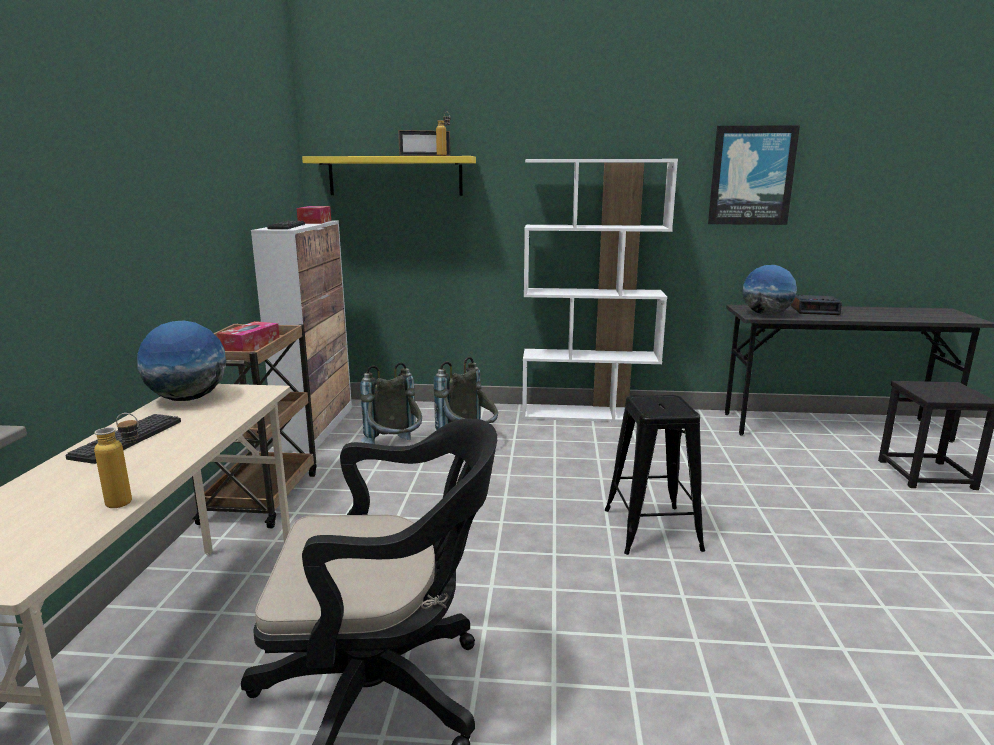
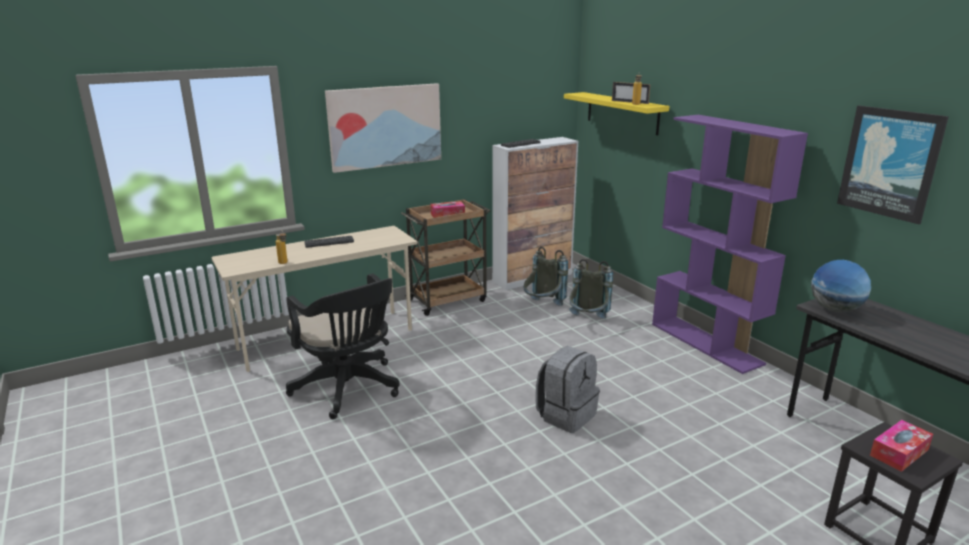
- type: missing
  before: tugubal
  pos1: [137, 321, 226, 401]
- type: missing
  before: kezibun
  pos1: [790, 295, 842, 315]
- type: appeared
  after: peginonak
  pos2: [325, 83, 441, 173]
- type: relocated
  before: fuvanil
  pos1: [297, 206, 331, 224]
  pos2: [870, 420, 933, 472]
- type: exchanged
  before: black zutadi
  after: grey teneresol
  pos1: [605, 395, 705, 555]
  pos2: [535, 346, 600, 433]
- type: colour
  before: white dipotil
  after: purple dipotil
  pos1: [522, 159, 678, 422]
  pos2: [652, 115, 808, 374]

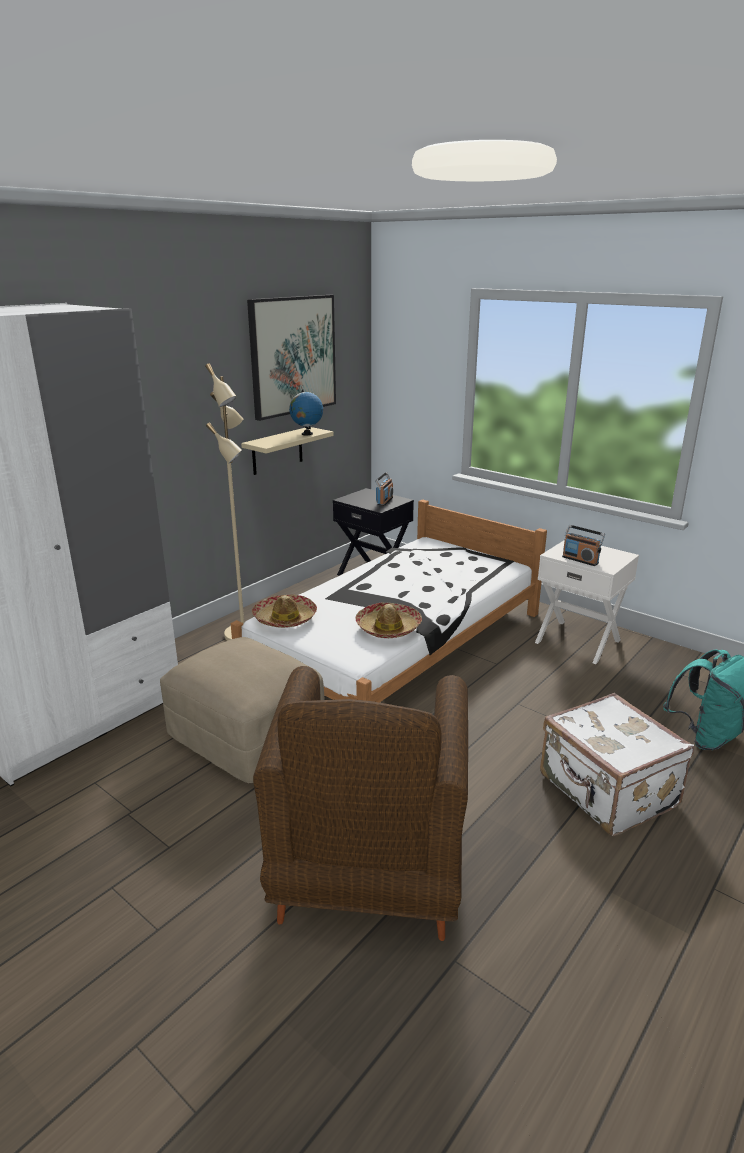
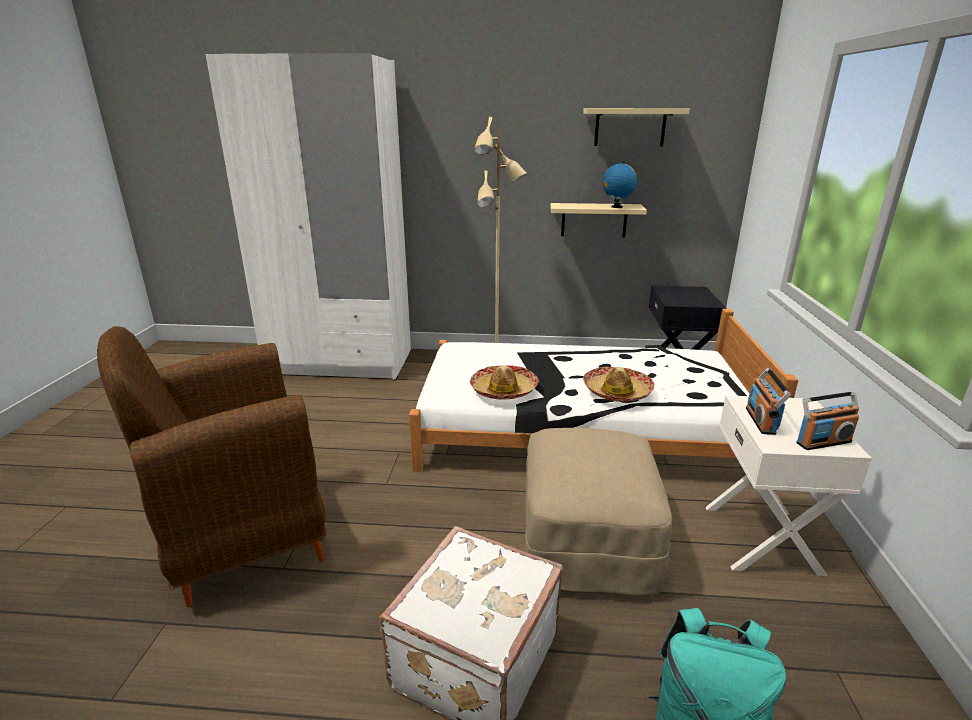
- type: relocated
  before: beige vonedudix
  pos1: [160, 637, 324, 784]
  pos2: [525, 428, 672, 595]
- type: relocated
  before: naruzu
  pos1: [252, 594, 317, 628]
  pos2: [583, 367, 654, 402]
- type: relocated
  before: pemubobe
  pos1: [375, 472, 393, 506]
  pos2: [796, 392, 859, 450]
- type: exchanged
  before: peginonak
  after: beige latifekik
  pos1: [247, 295, 336, 421]
  pos2: [583, 108, 690, 147]

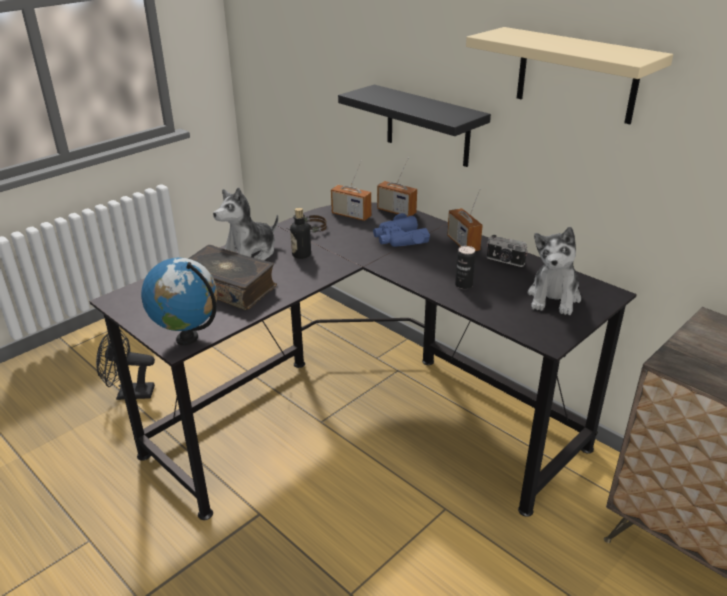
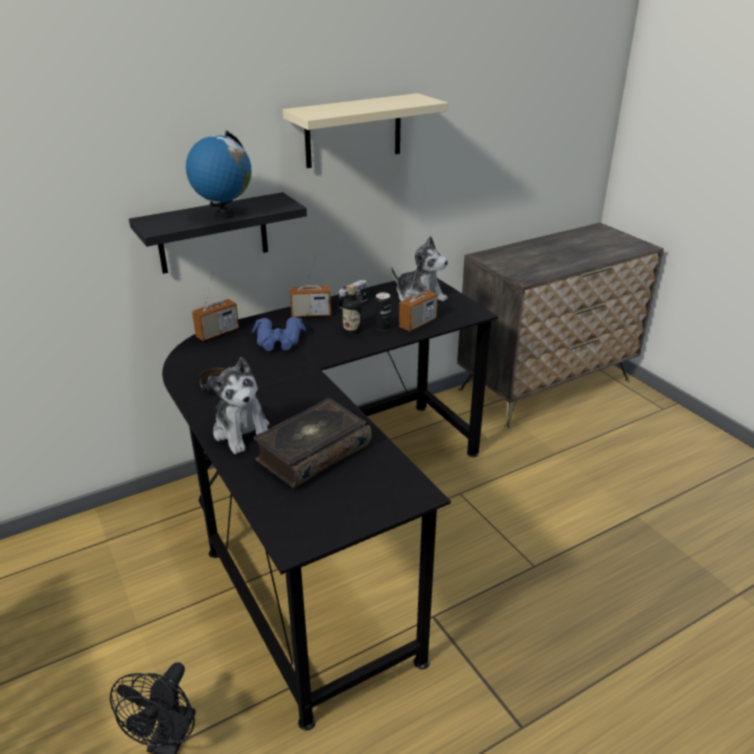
- type: relocated
  before: tugubal
  pos1: [141, 258, 217, 346]
  pos2: [186, 131, 252, 219]
- type: relocated
  before: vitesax
  pos1: [290, 208, 311, 259]
  pos2: [342, 285, 362, 334]
- type: relocated
  before: pemubobe
  pos1: [331, 161, 371, 221]
  pos2: [399, 264, 438, 331]

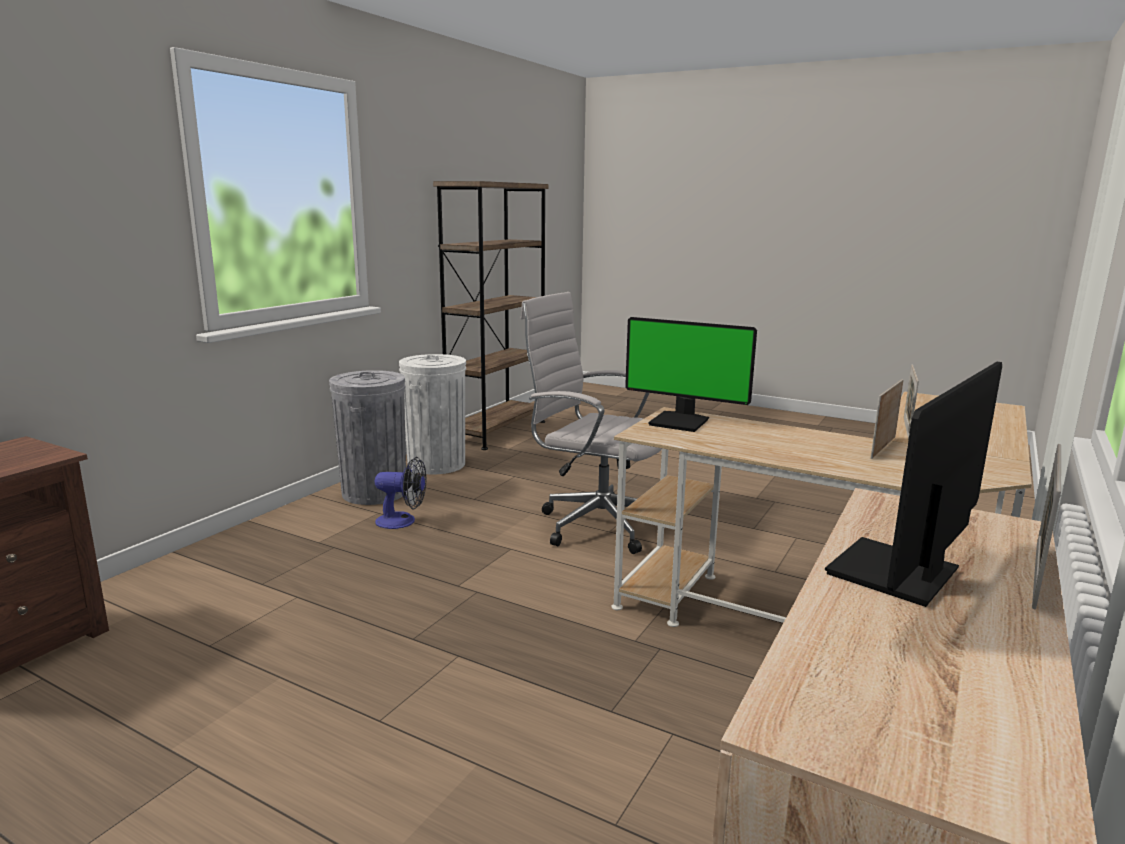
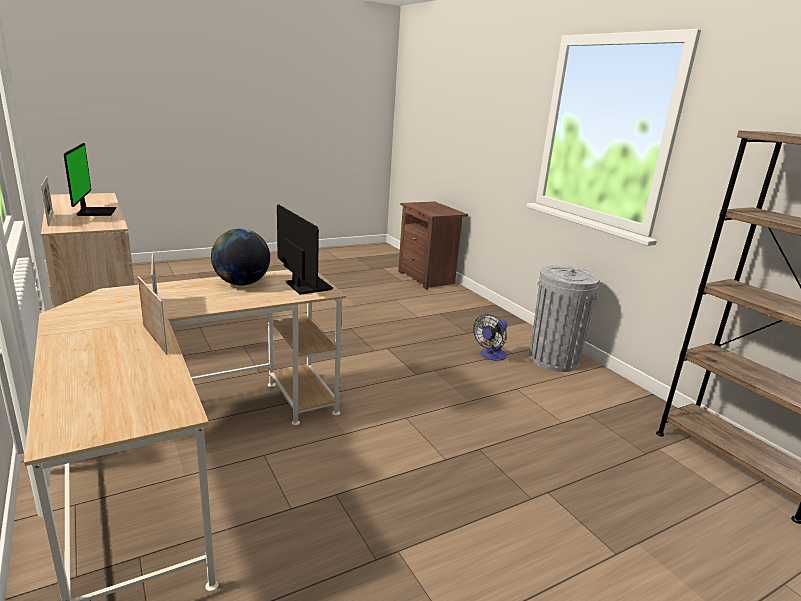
- type: missing
  before: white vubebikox
  pos1: [399, 354, 466, 475]
- type: missing
  before: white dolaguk
  pos1: [521, 292, 662, 554]
- type: appeared
  after: tugubal
  pos2: [211, 229, 270, 286]
- type: spun
  before: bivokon
  pos1: [625, 317, 757, 432]
  pos2: [277, 205, 333, 295]
  turn: 90

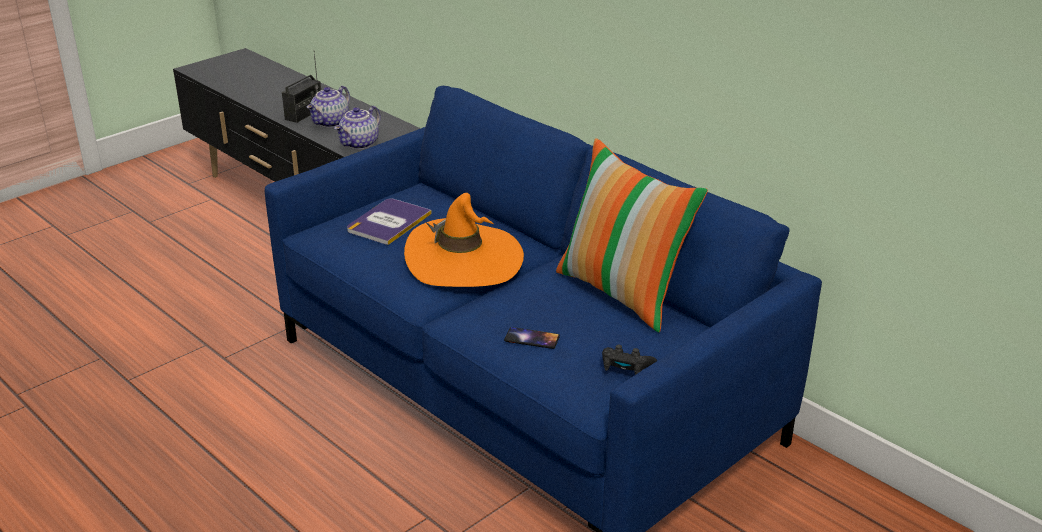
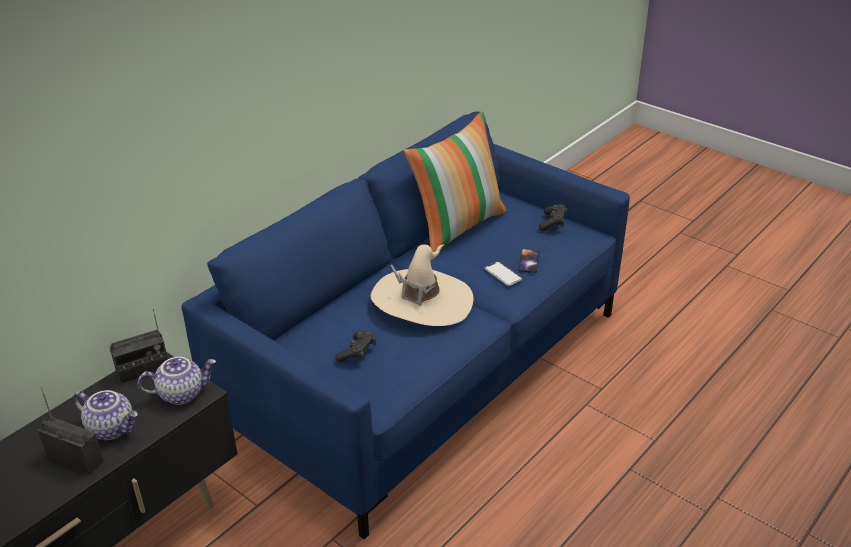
- type: appeared
  after: pemubobe
  pos2: [109, 309, 168, 384]
- type: appeared
  after: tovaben
  pos2: [485, 262, 522, 286]
- type: exchanged
  before: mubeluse
  after: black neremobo
  pos1: [347, 199, 432, 245]
  pos2: [335, 331, 376, 362]
- type: colour
  before: orange naruzu
  after: beige naruzu
  pos1: [404, 193, 524, 287]
  pos2: [371, 244, 473, 326]
- type: spun
  before: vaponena
  pos1: [334, 106, 381, 150]
  pos2: [138, 357, 216, 405]
  turn: -45

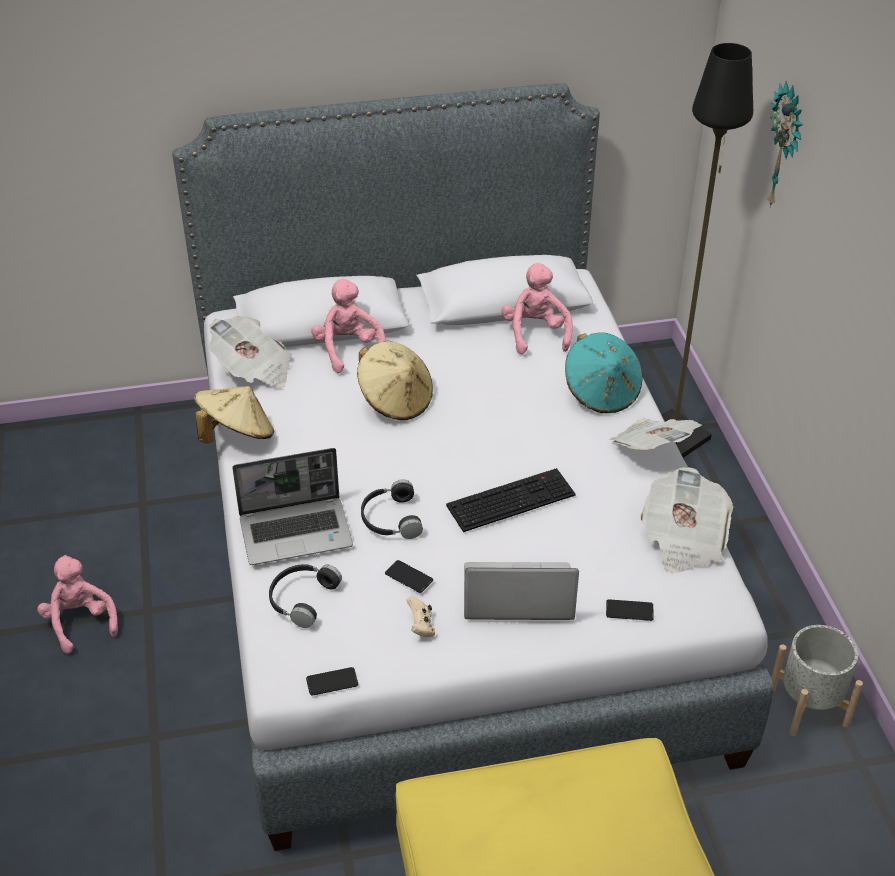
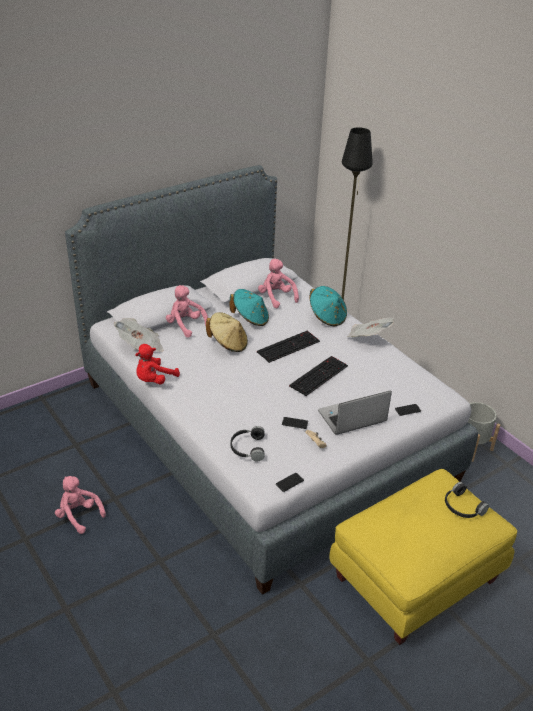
- type: missing
  before: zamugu
  pos1: [232, 448, 353, 565]
- type: missing
  before: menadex
  pos1: [641, 467, 733, 573]
- type: missing
  before: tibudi
  pos1: [768, 81, 803, 208]
- type: appeared
  after: turquoise naruzu
  pos2: [230, 289, 269, 326]
- type: appeared
  after: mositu
  pos2: [257, 331, 320, 363]
- type: relocated
  before: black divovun
  pos1: [361, 480, 423, 539]
  pos2: [445, 482, 489, 518]
- type: exchanged
  before: beige naruzu
  after: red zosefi
  pos1: [194, 386, 274, 444]
  pos2: [135, 344, 180, 384]

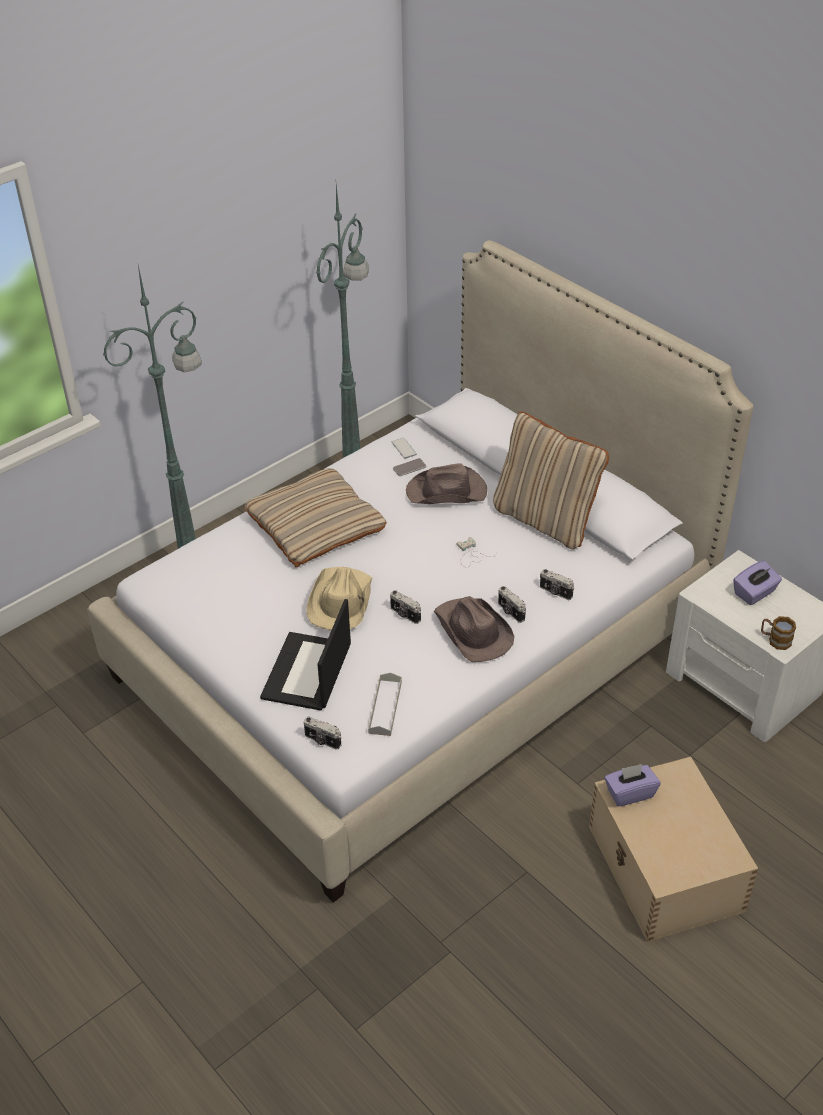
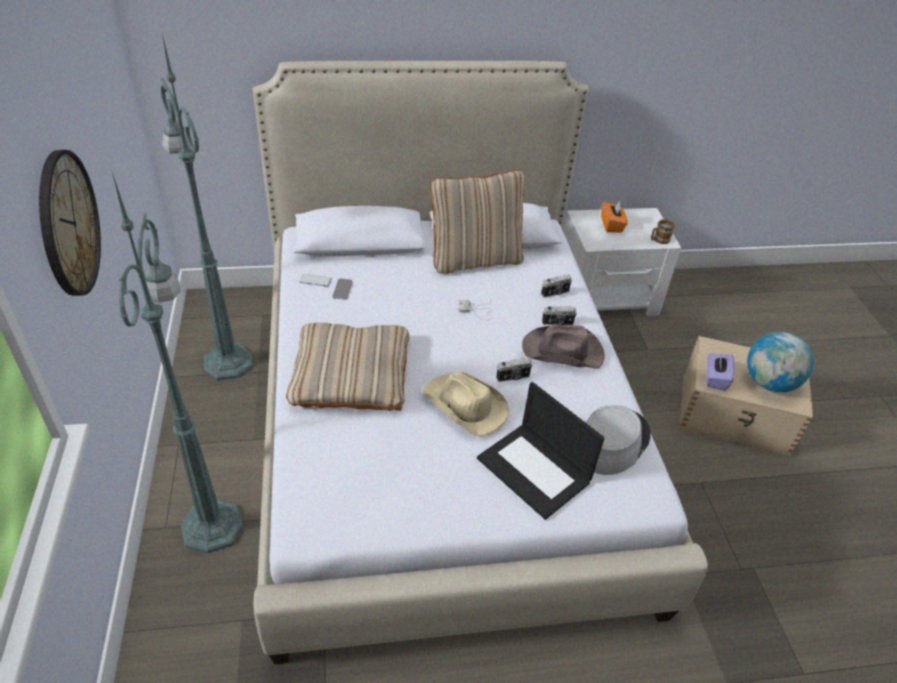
- type: missing
  before: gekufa
  pos1: [304, 716, 341, 750]
- type: missing
  before: brown naruzu
  pos1: [406, 463, 487, 504]
- type: appeared
  after: tibudi
  pos2: [39, 150, 101, 296]
- type: appeared
  after: tugubal
  pos2: [747, 332, 814, 392]
- type: exchanged
  before: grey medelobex
  after: grey naruzu
  pos1: [368, 673, 402, 736]
  pos2: [586, 405, 650, 475]
- type: colour
  before: purple fuvanil
  after: orange fuvanil
  pos1: [733, 561, 782, 605]
  pos2: [601, 200, 628, 232]

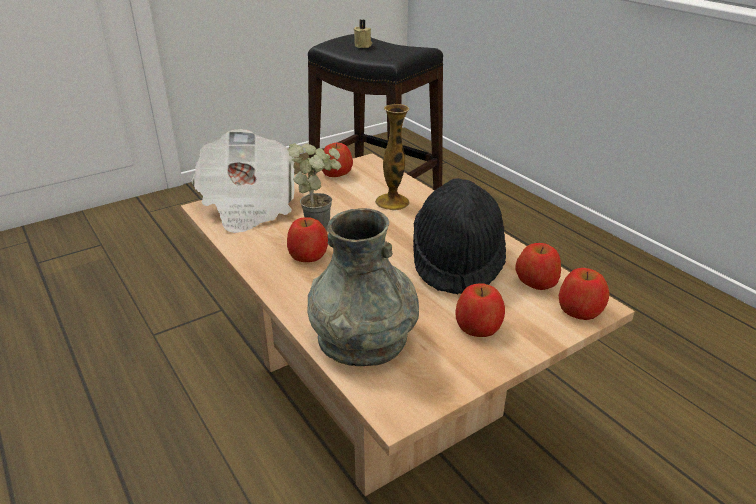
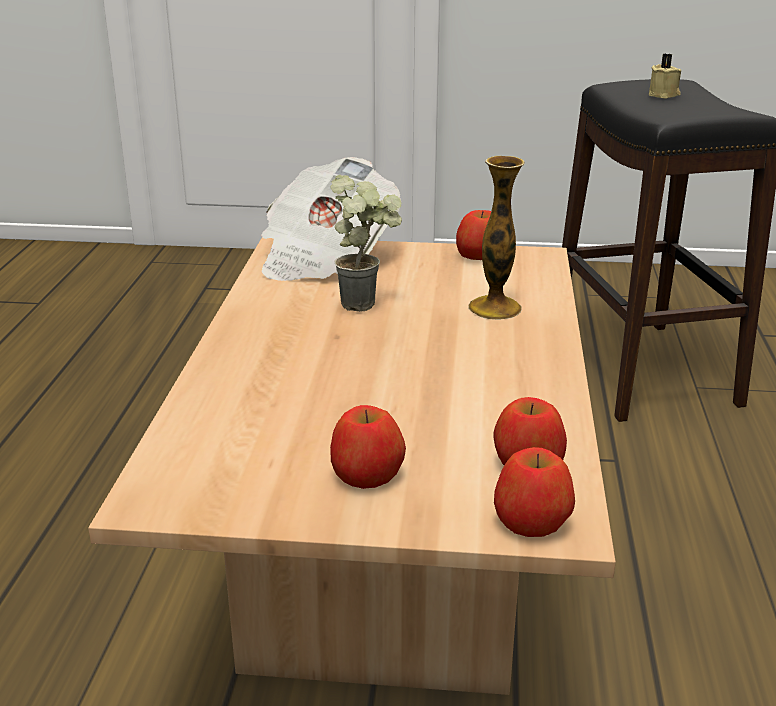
- type: missing
  before: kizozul
  pos1: [287, 217, 328, 262]
- type: missing
  before: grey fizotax
  pos1: [307, 208, 419, 366]
- type: missing
  before: black naruzu
  pos1: [413, 178, 506, 295]

